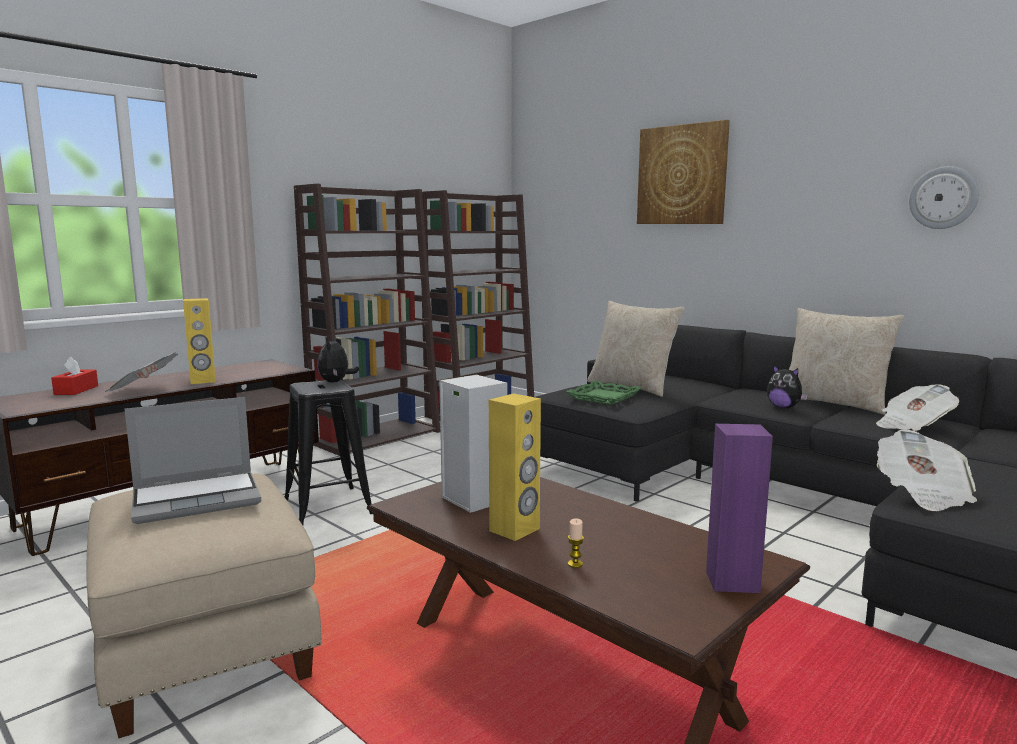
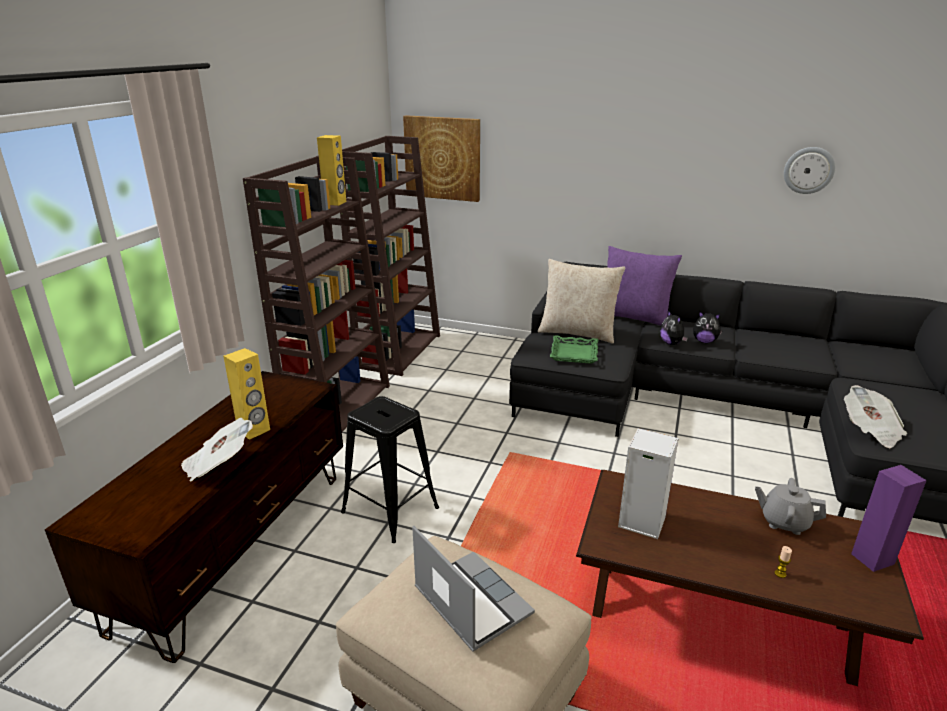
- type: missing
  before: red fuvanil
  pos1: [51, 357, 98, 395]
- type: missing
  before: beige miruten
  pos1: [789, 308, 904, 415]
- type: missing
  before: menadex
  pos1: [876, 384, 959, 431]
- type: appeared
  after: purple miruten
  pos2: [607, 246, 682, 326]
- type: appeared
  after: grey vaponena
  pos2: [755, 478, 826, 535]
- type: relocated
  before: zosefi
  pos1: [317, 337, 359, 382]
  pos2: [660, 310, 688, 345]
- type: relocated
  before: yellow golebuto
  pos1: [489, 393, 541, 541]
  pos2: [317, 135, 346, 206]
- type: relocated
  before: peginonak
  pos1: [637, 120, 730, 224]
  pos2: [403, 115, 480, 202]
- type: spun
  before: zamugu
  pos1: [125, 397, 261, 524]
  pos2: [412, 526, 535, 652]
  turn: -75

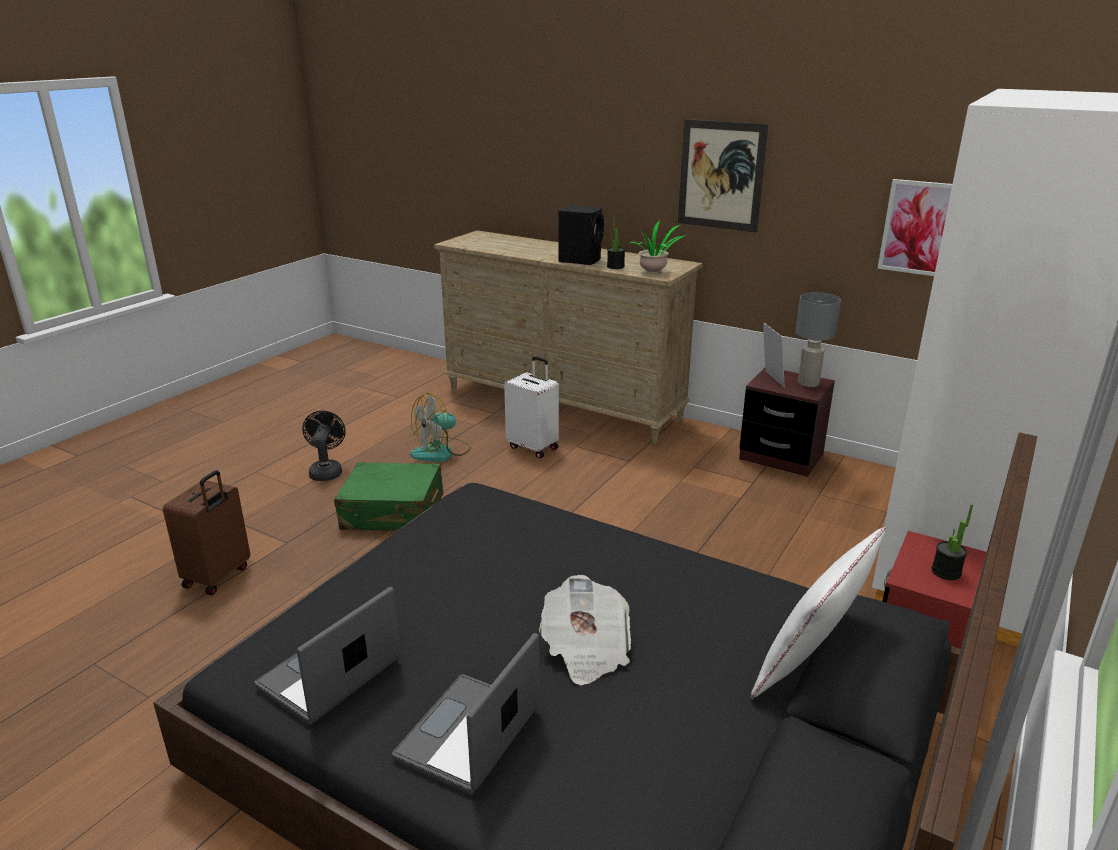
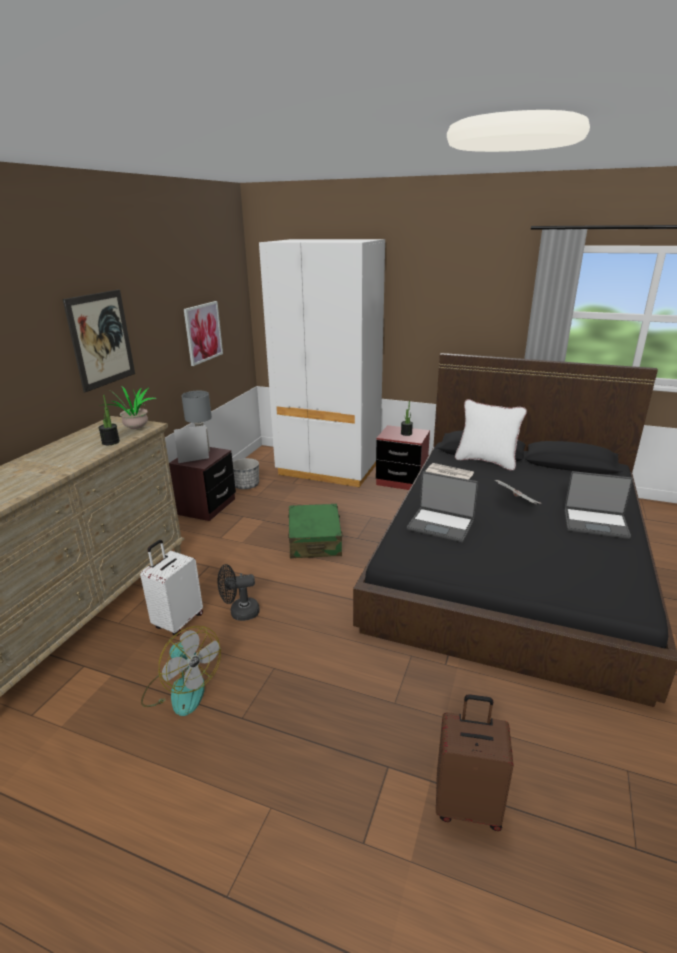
- type: missing
  before: black golebuto
  pos1: [559, 205, 604, 265]
- type: appeared
  after: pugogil
  pos2: [233, 458, 259, 489]
- type: appeared
  after: menadex
  pos2: [426, 463, 474, 480]
- type: relocated
  before: zamugu
  pos1: [254, 587, 401, 725]
  pos2: [407, 471, 478, 542]
- type: relocated
  before: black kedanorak
  pos1: [302, 411, 346, 481]
  pos2: [217, 564, 260, 621]
- type: relocated
  before: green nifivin
  pos1: [334, 462, 443, 531]
  pos2: [288, 504, 343, 558]

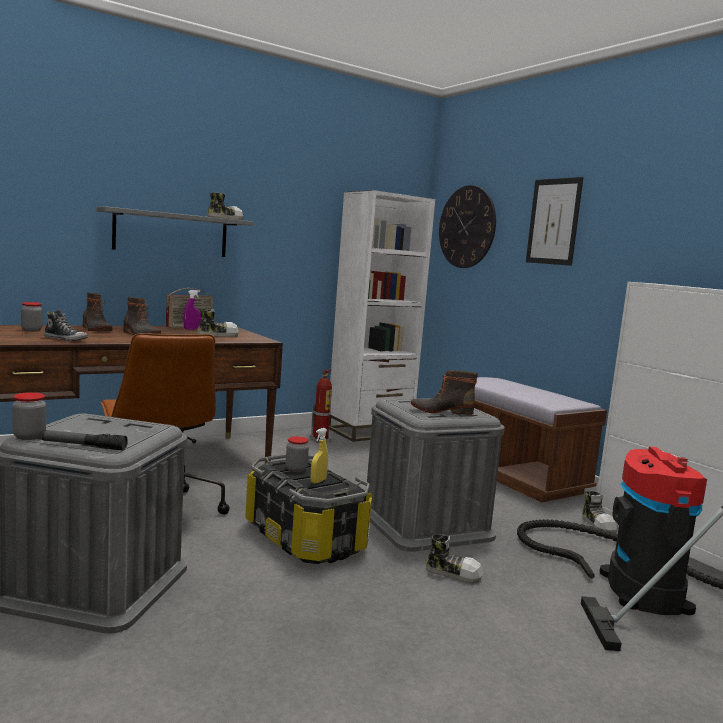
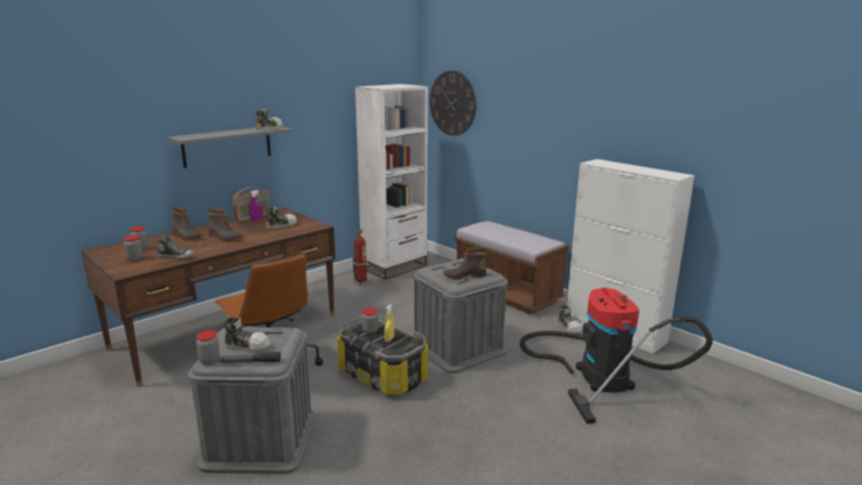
- type: missing
  before: peginonak
  pos1: [526, 177, 583, 266]
- type: appeared
  after: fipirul
  pos2: [123, 235, 143, 261]
- type: relocated
  before: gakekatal
  pos1: [425, 534, 483, 584]
  pos2: [224, 317, 270, 353]

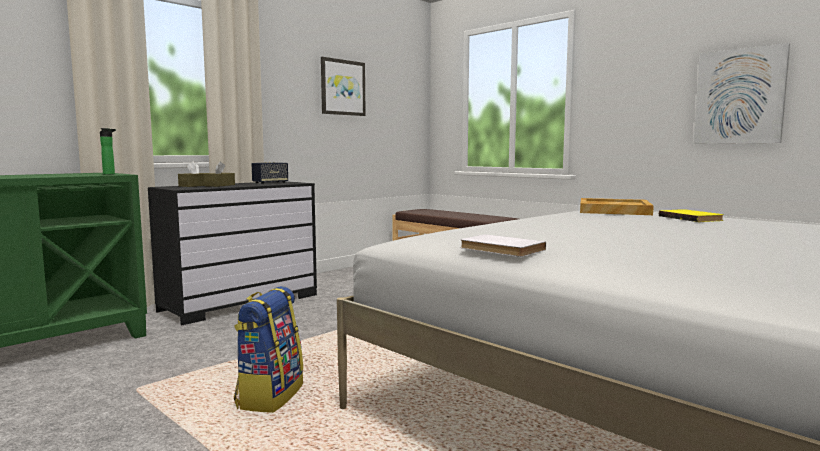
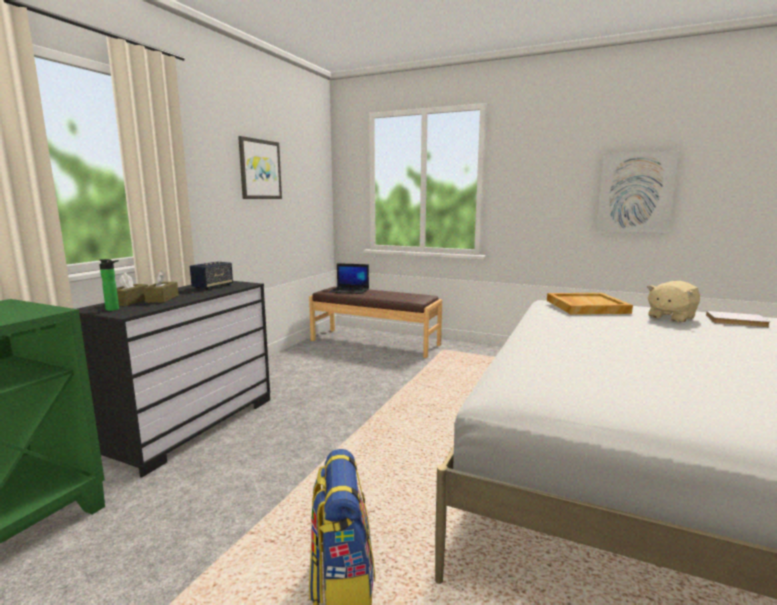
- type: appeared
  after: zamugu
  pos2: [329, 263, 369, 294]
- type: relocated
  before: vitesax
  pos1: [100, 128, 116, 175]
  pos2: [99, 259, 119, 311]
- type: relocated
  before: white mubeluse
  pos1: [460, 234, 546, 257]
  pos2: [706, 311, 770, 328]
- type: exchanged
  before: yellow mubeluse
  after: beige zosefi
  pos1: [659, 209, 724, 222]
  pos2: [647, 281, 700, 322]

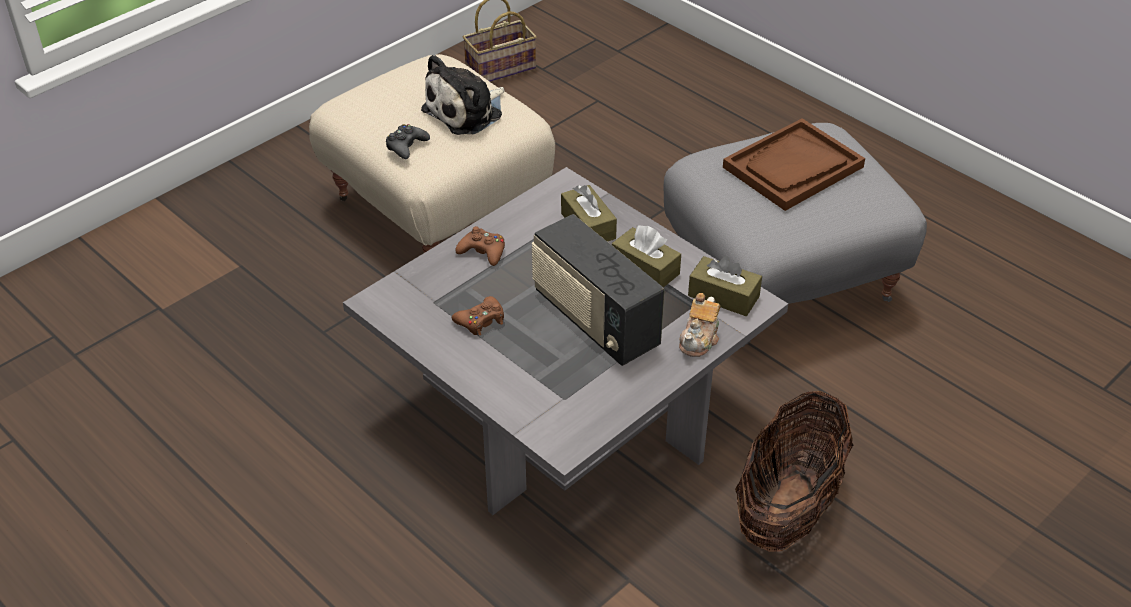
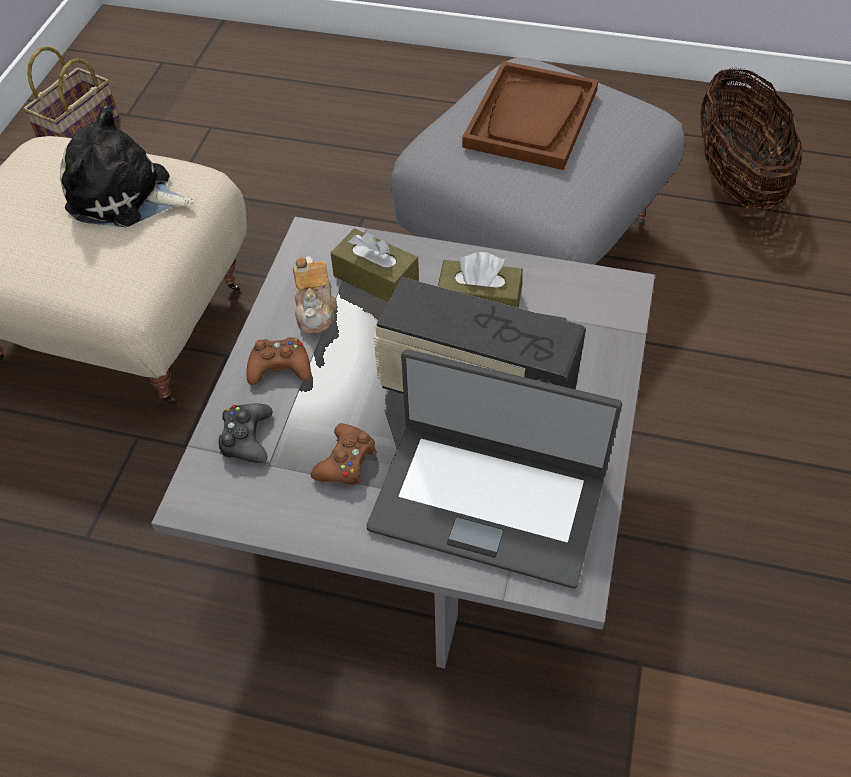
- type: missing
  before: brown fuvanil
  pos1: [688, 256, 762, 316]
- type: appeared
  after: zamugu
  pos2: [366, 349, 622, 588]
- type: relocated
  before: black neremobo
  pos1: [386, 124, 430, 159]
  pos2: [219, 403, 273, 463]
- type: relocated
  before: vaponena
  pos1: [679, 293, 720, 357]
  pos2: [293, 256, 337, 333]
- type: relocated
  before: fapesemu
  pos1: [735, 391, 853, 552]
  pos2: [700, 68, 803, 209]
- type: spun
  before: zosefi
  pos1: [421, 54, 505, 135]
  pos2: [60, 106, 194, 227]
  turn: 90

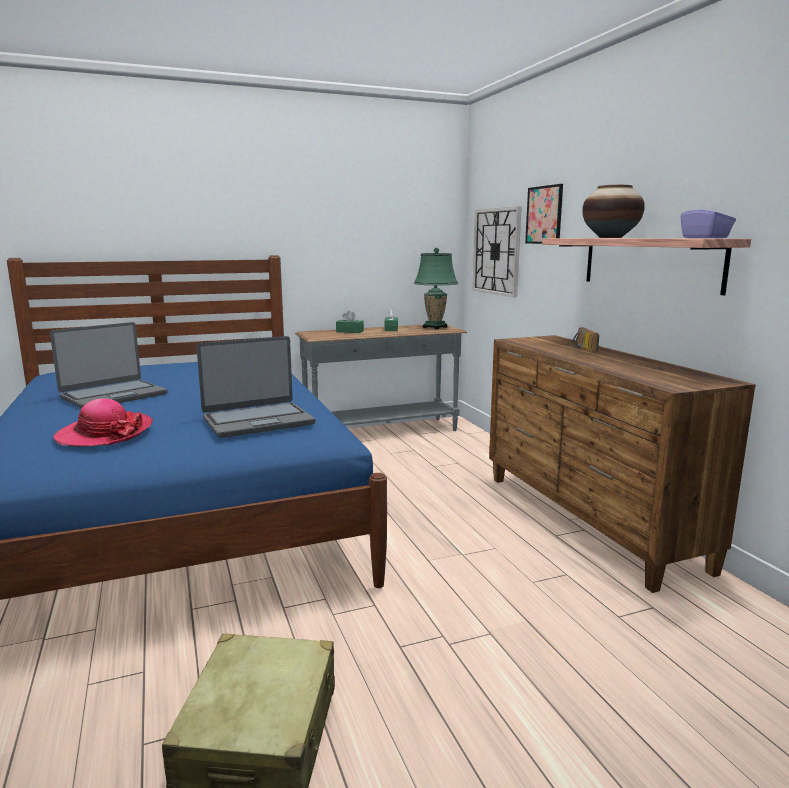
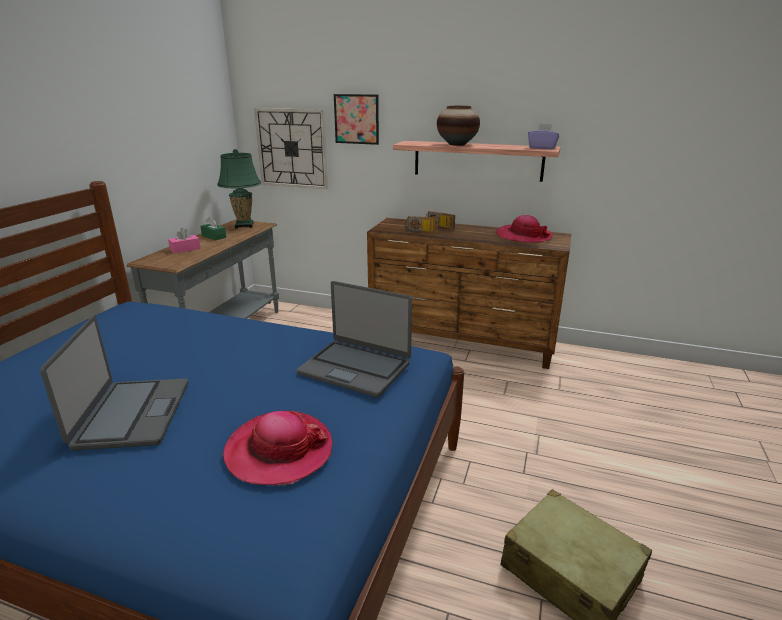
- type: appeared
  after: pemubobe
  pos2: [405, 216, 439, 233]
- type: appeared
  after: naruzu
  pos2: [496, 215, 552, 243]
- type: colour
  before: green fuvanil
  after: pink fuvanil
  pos1: [336, 311, 364, 333]
  pos2: [168, 228, 201, 254]
- type: spun
  before: zamugu
  pos1: [196, 336, 316, 438]
  pos2: [297, 281, 412, 397]
  turn: 105

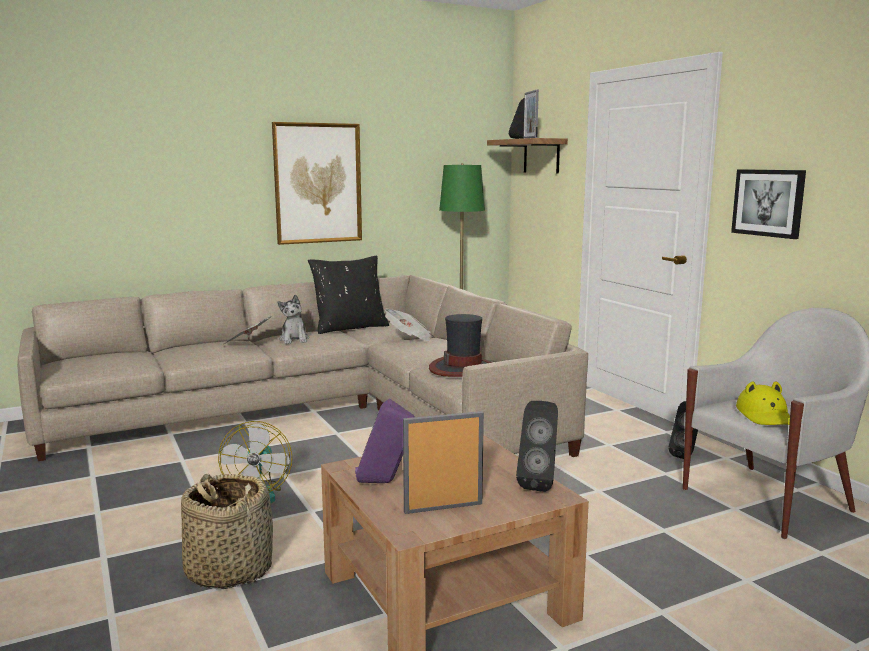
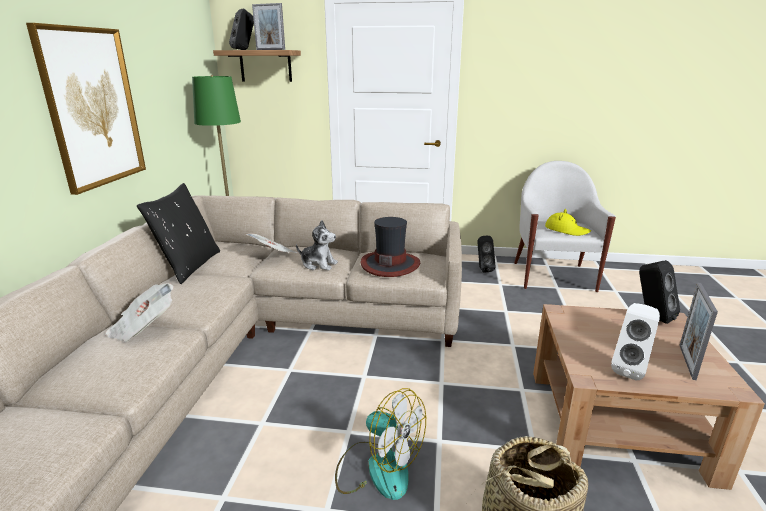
- type: missing
  before: peginonak
  pos1: [731, 169, 806, 239]
- type: relocated
  before: zosefi
  pos1: [278, 294, 309, 344]
  pos2: [296, 220, 338, 270]
- type: colour
  before: purple golebuto
  after: white golebuto
  pos1: [355, 399, 414, 483]
  pos2: [611, 303, 660, 380]

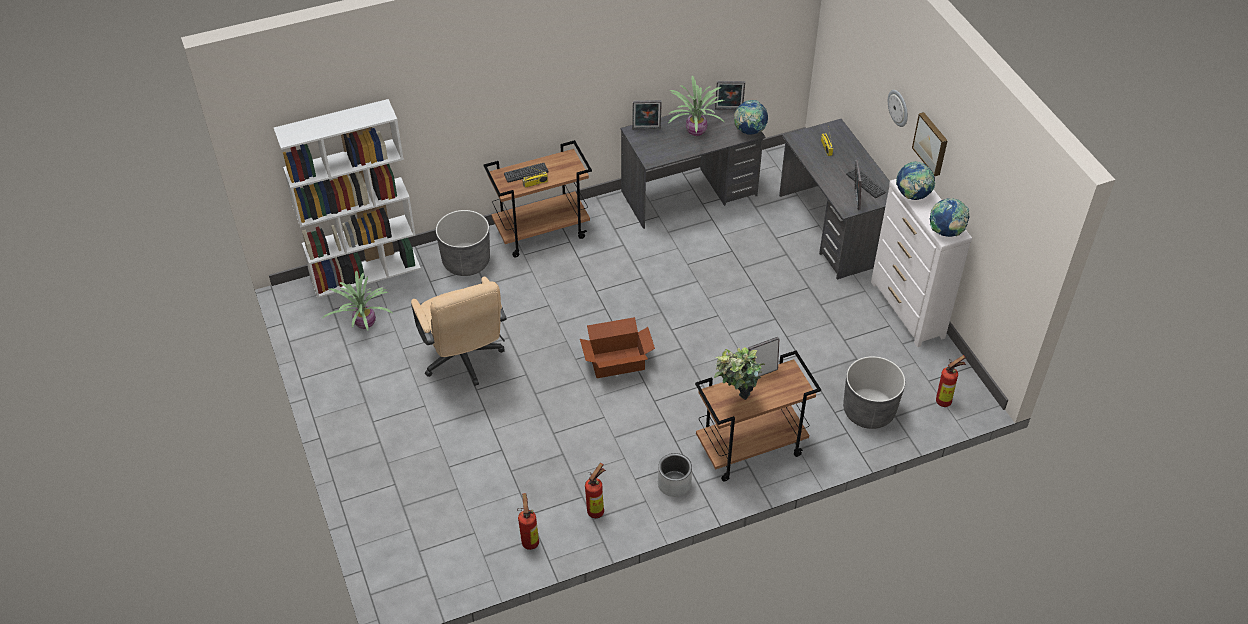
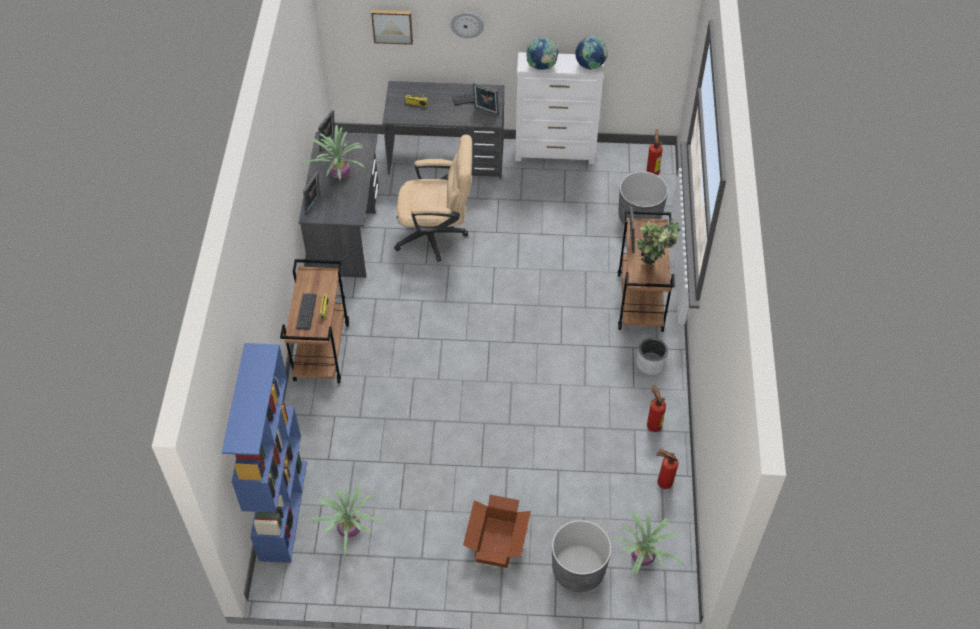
- type: missing
  before: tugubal
  pos1: [734, 100, 768, 134]
- type: appeared
  after: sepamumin
  pos2: [613, 511, 685, 576]
- type: relocated
  before: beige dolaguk
  pos1: [411, 277, 507, 386]
  pos2: [394, 135, 472, 262]
- type: relocated
  before: grey pugogil
  pos1: [436, 210, 490, 276]
  pos2: [552, 520, 611, 592]
- type: relocated
  before: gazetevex
  pos1: [580, 317, 655, 378]
  pos2: [463, 495, 531, 568]
- type: relocated
  before: peginonak
  pos1: [912, 112, 948, 176]
  pos2: [371, 10, 413, 45]
- type: colour
  before: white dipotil
  after: blue dipotil
  pos1: [274, 99, 421, 298]
  pos2: [222, 343, 307, 563]

